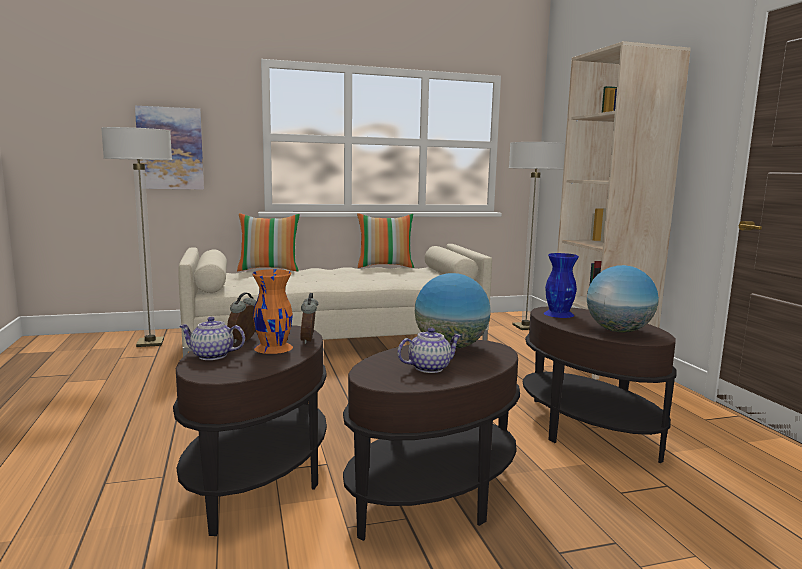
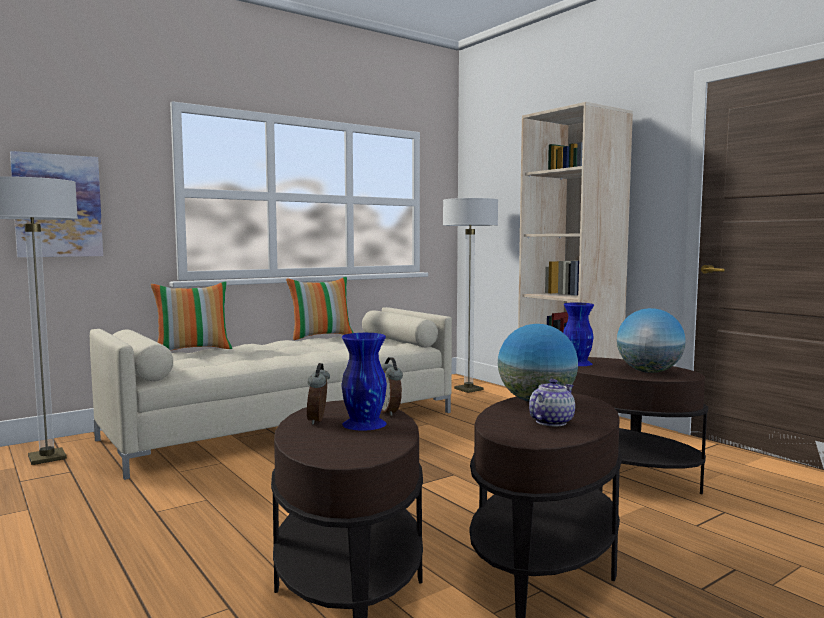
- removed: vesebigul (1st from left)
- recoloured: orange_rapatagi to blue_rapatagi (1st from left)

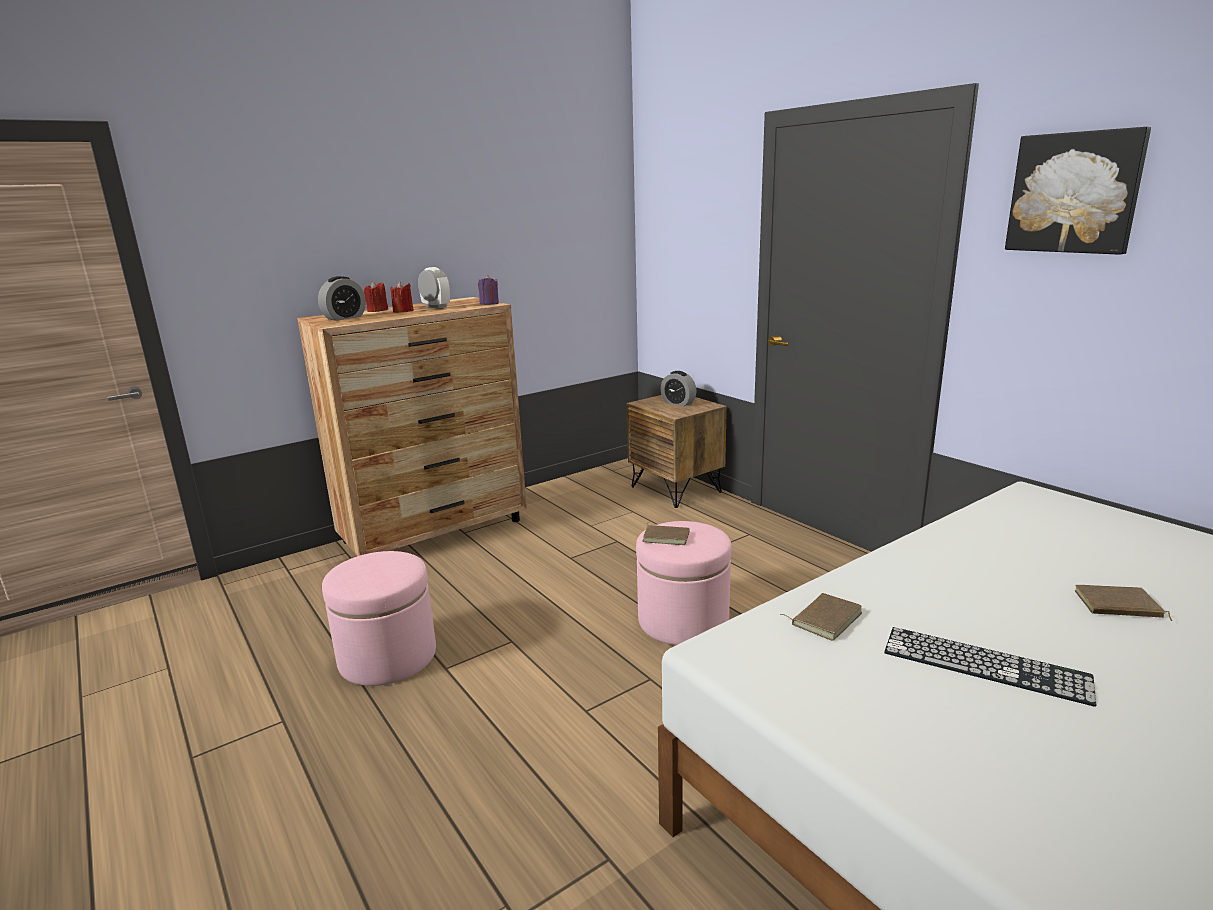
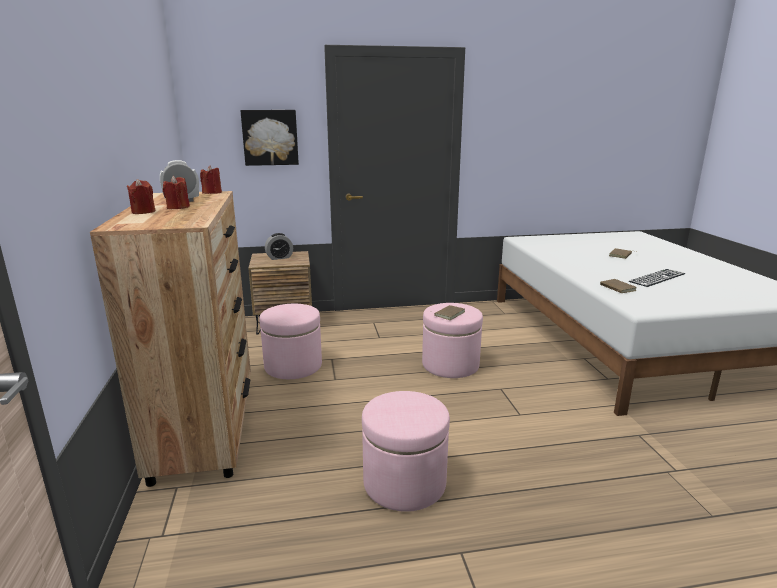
- removed: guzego (1st from left)
- added: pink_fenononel (1st from left)
- moved: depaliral
- recoloured: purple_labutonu to red_labutonu (3rd from left)

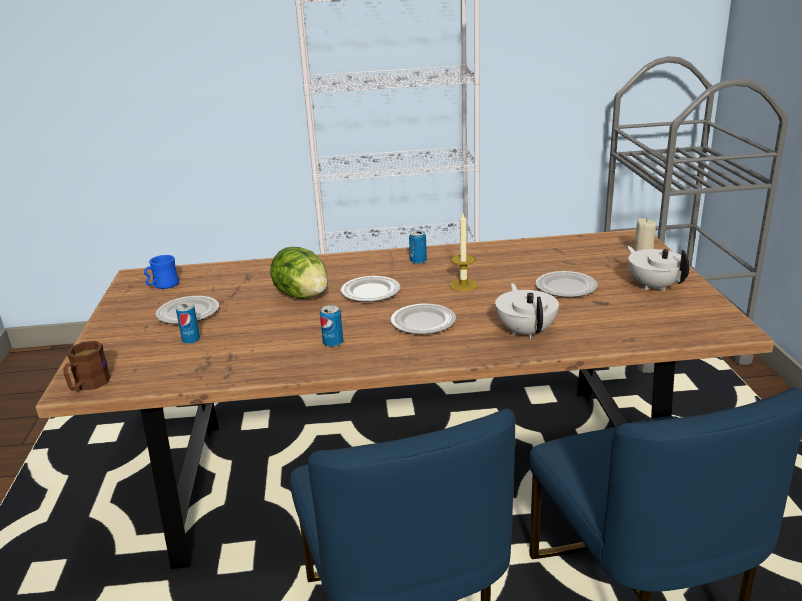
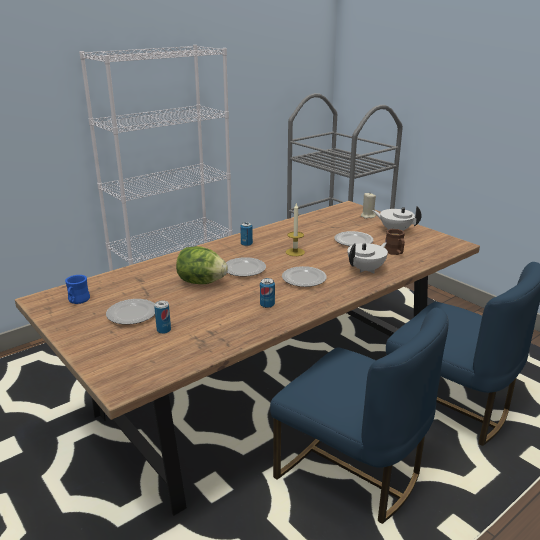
- moved: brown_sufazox
- turned: white_vesebigul (1st from left) 90 degrees clockwise

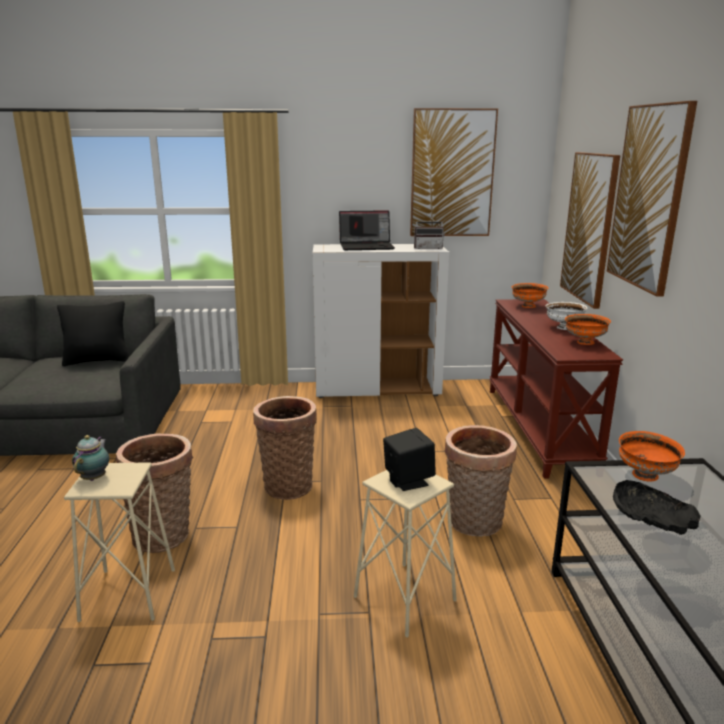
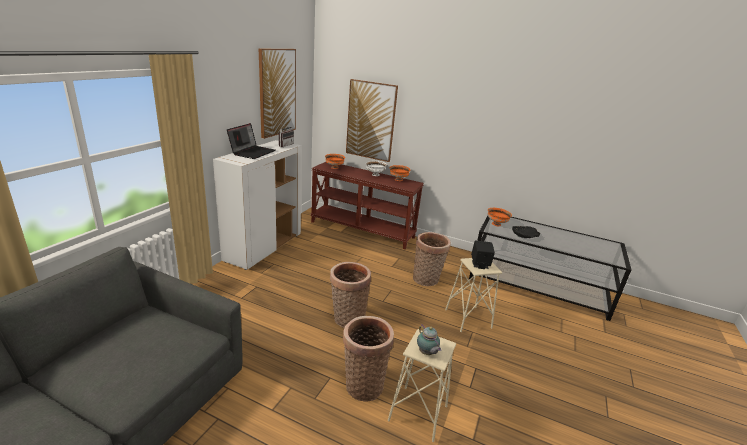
- removed: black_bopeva
- removed: depaliral (3rd from left)
- turned: vesebigul 150 degrees counterclockwise

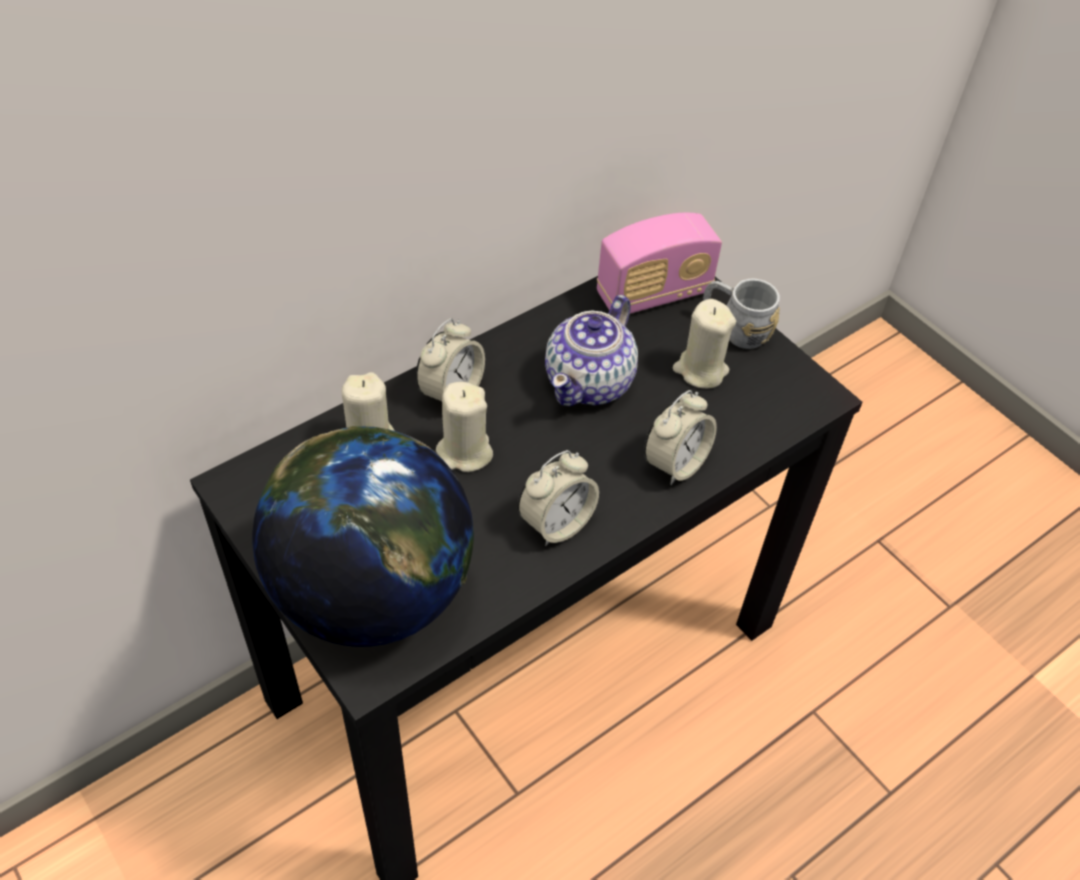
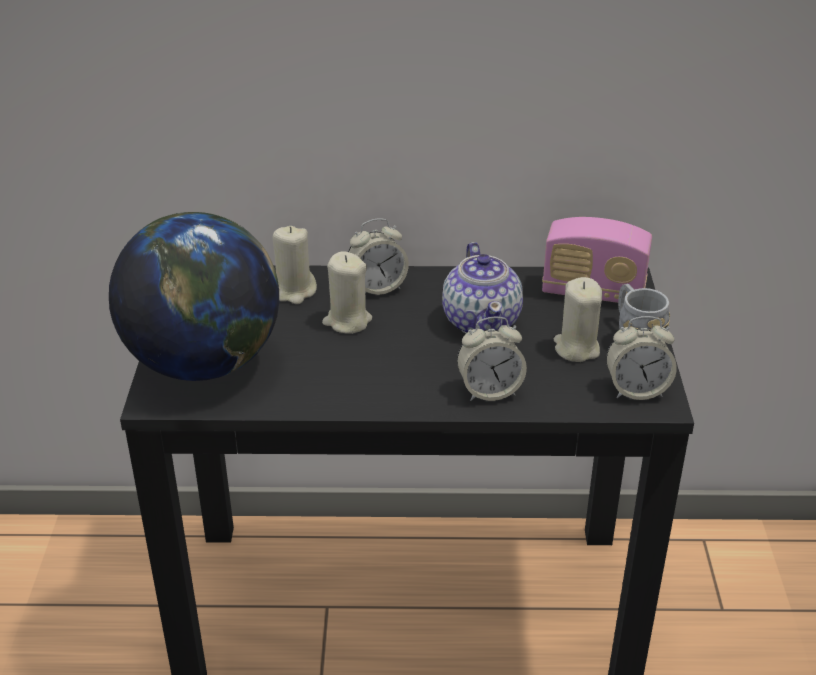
- moved: guzego (2nd from left in the first image) to guzego (3rd from left)
- turned: vesebigul 75 degrees counterclockwise

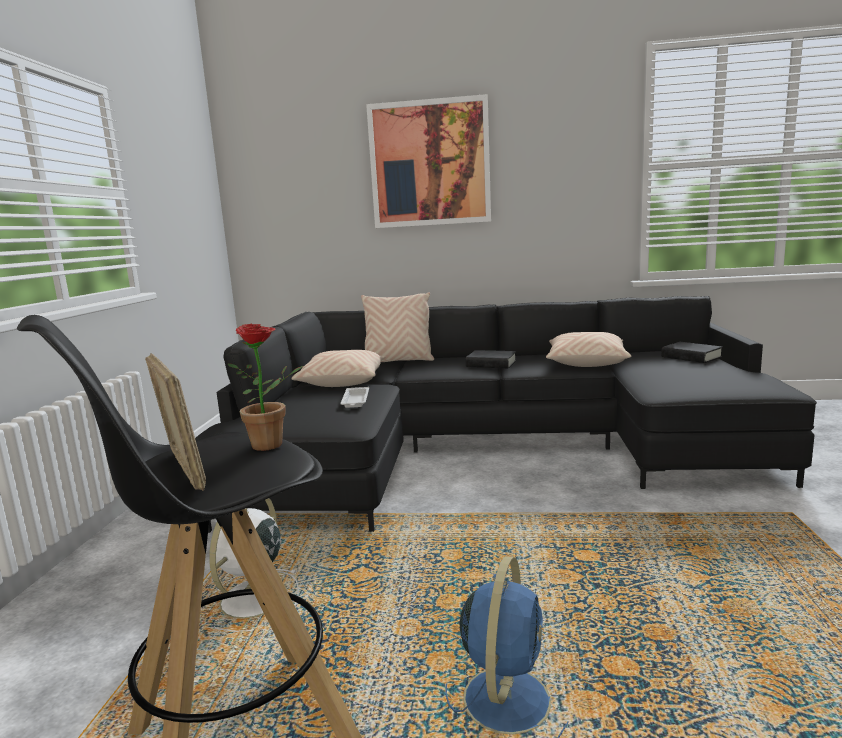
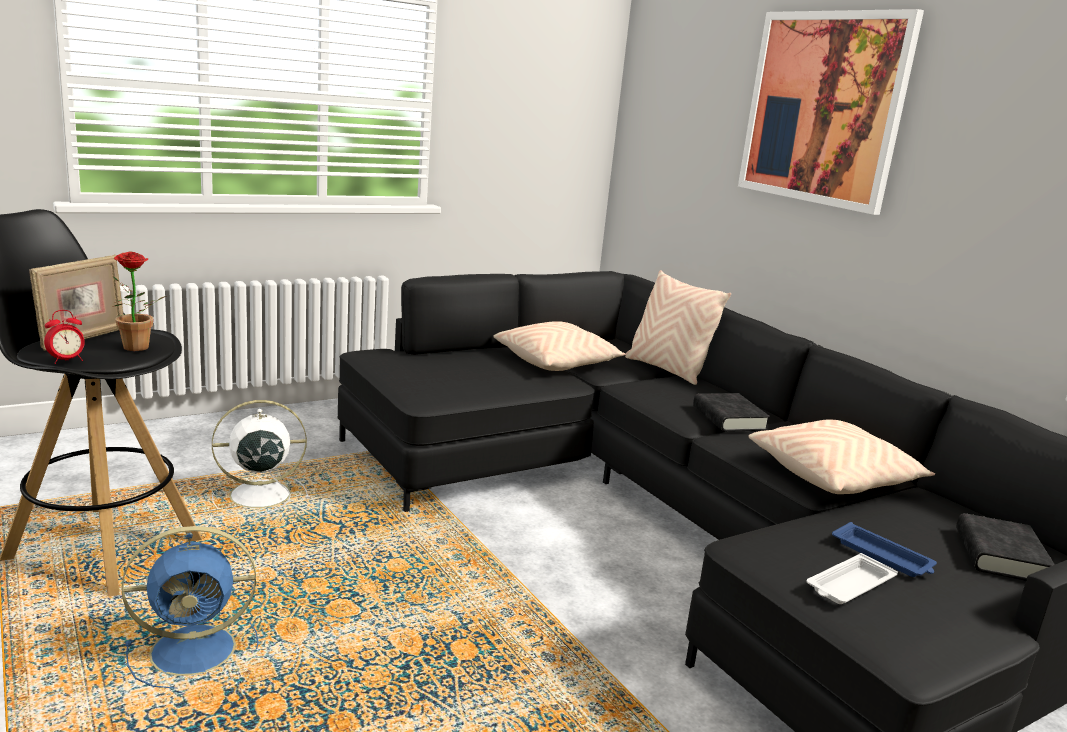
- added: guzego
- added: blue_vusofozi
- moved: white_vusofozi

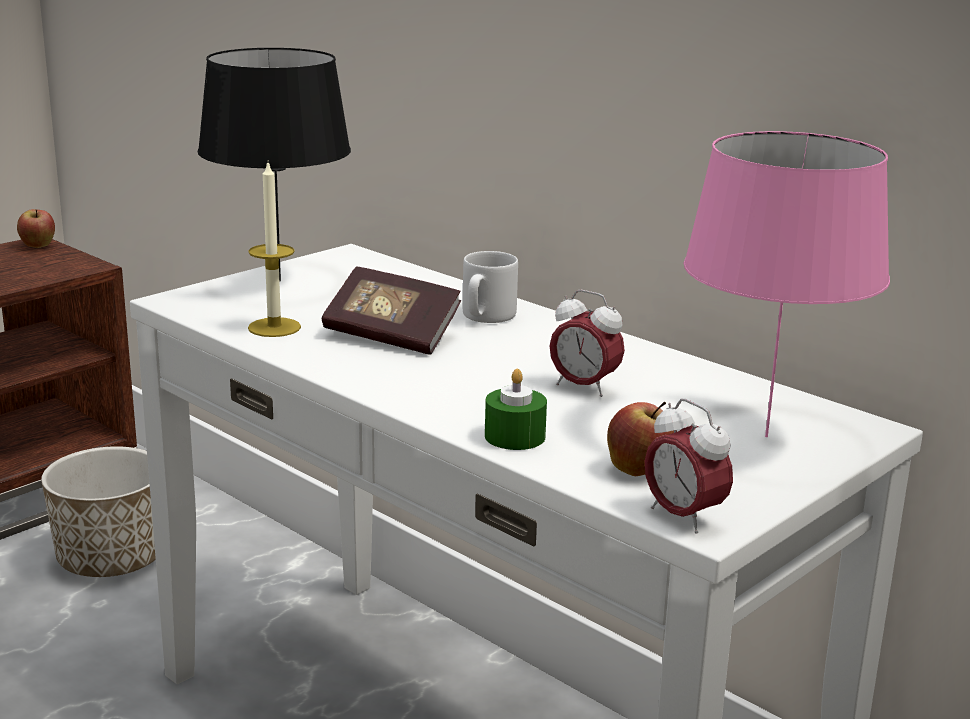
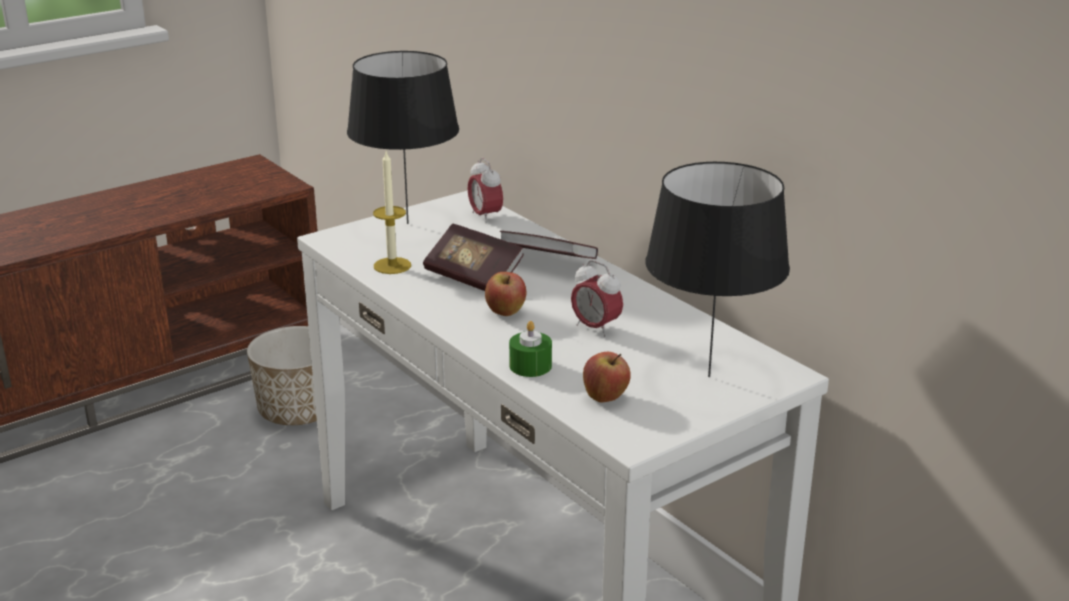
- moved: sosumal (1st from left)
- moved: guzego (2nd from left in the first image) to guzego (1st from left)
- replaced: grey_sufazox to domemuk (2nd from left)
- recoloured: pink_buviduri to black_buviduri (2nd from left)

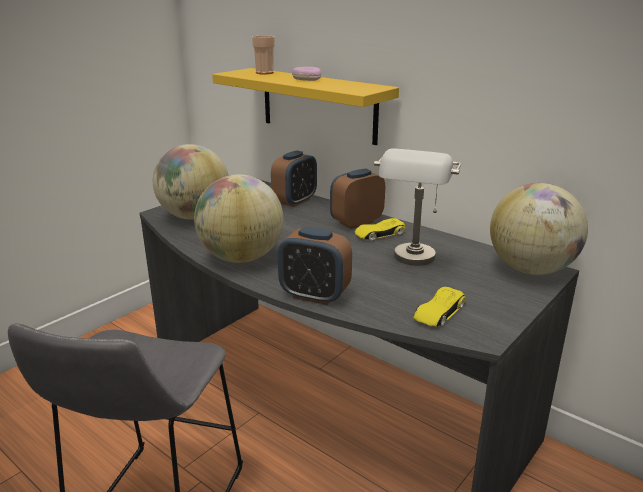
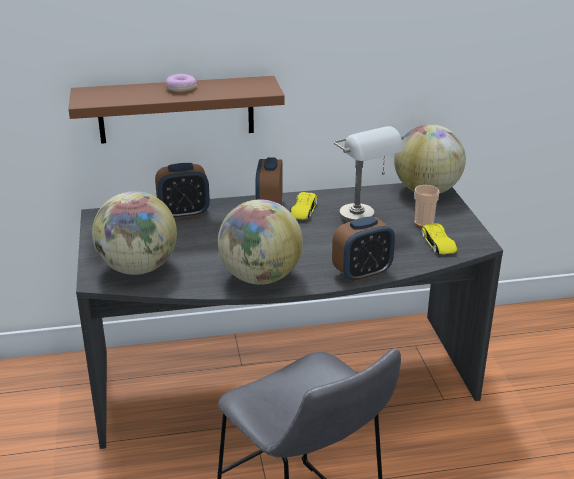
- moved: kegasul
- recoloured: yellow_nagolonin to brown_nagolonin
- turned: guzego (1st from left) 90 degrees clockwise

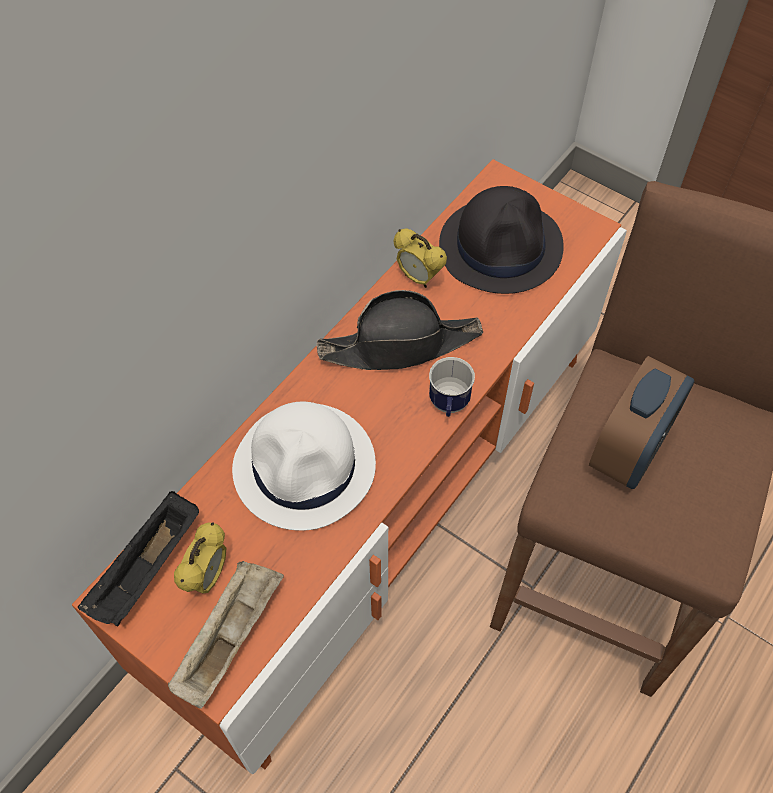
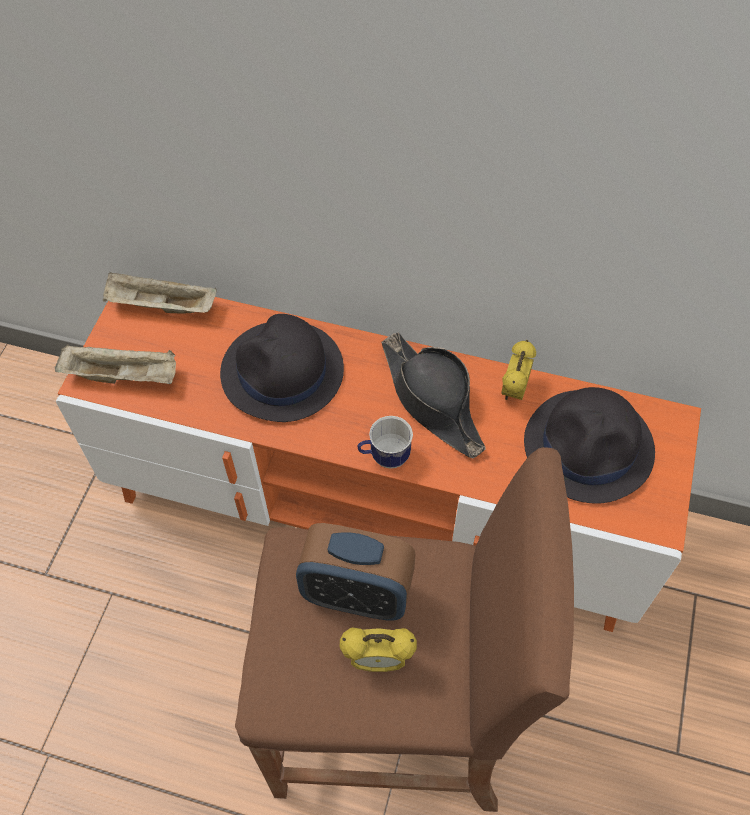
- moved: guzego (1st from left in the first image) to guzego (2nd from left)
- recoloured: black_vusofozi to beige_vusofozi (2nd from left)
- recoloured: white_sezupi to black_sezupi (1st from left)

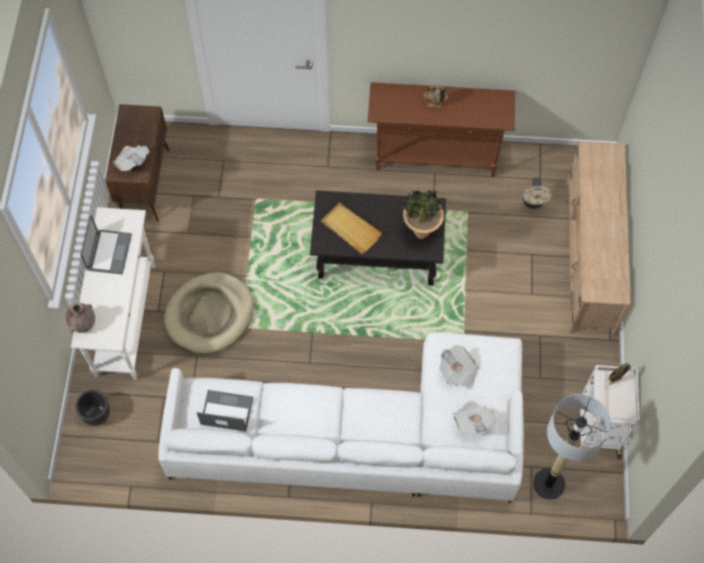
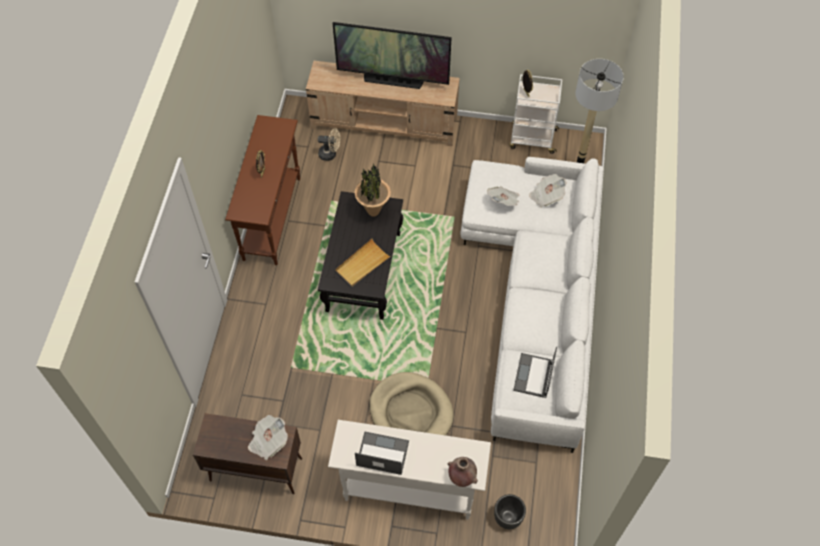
- added: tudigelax

